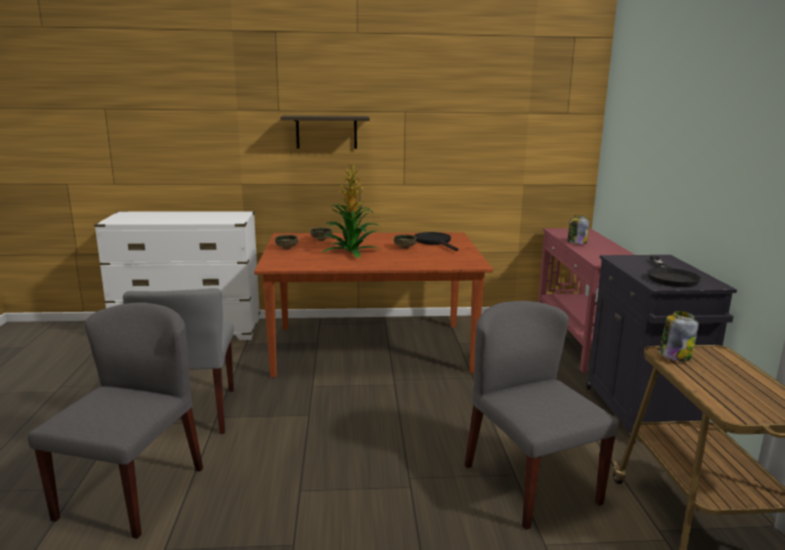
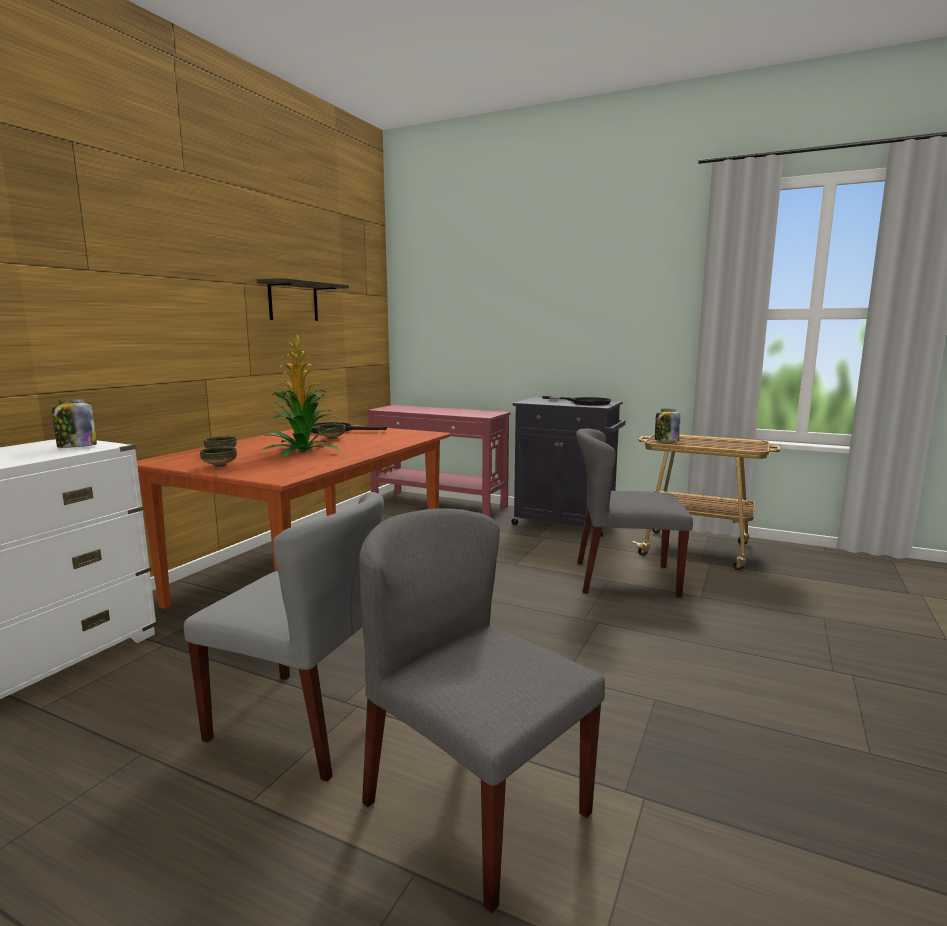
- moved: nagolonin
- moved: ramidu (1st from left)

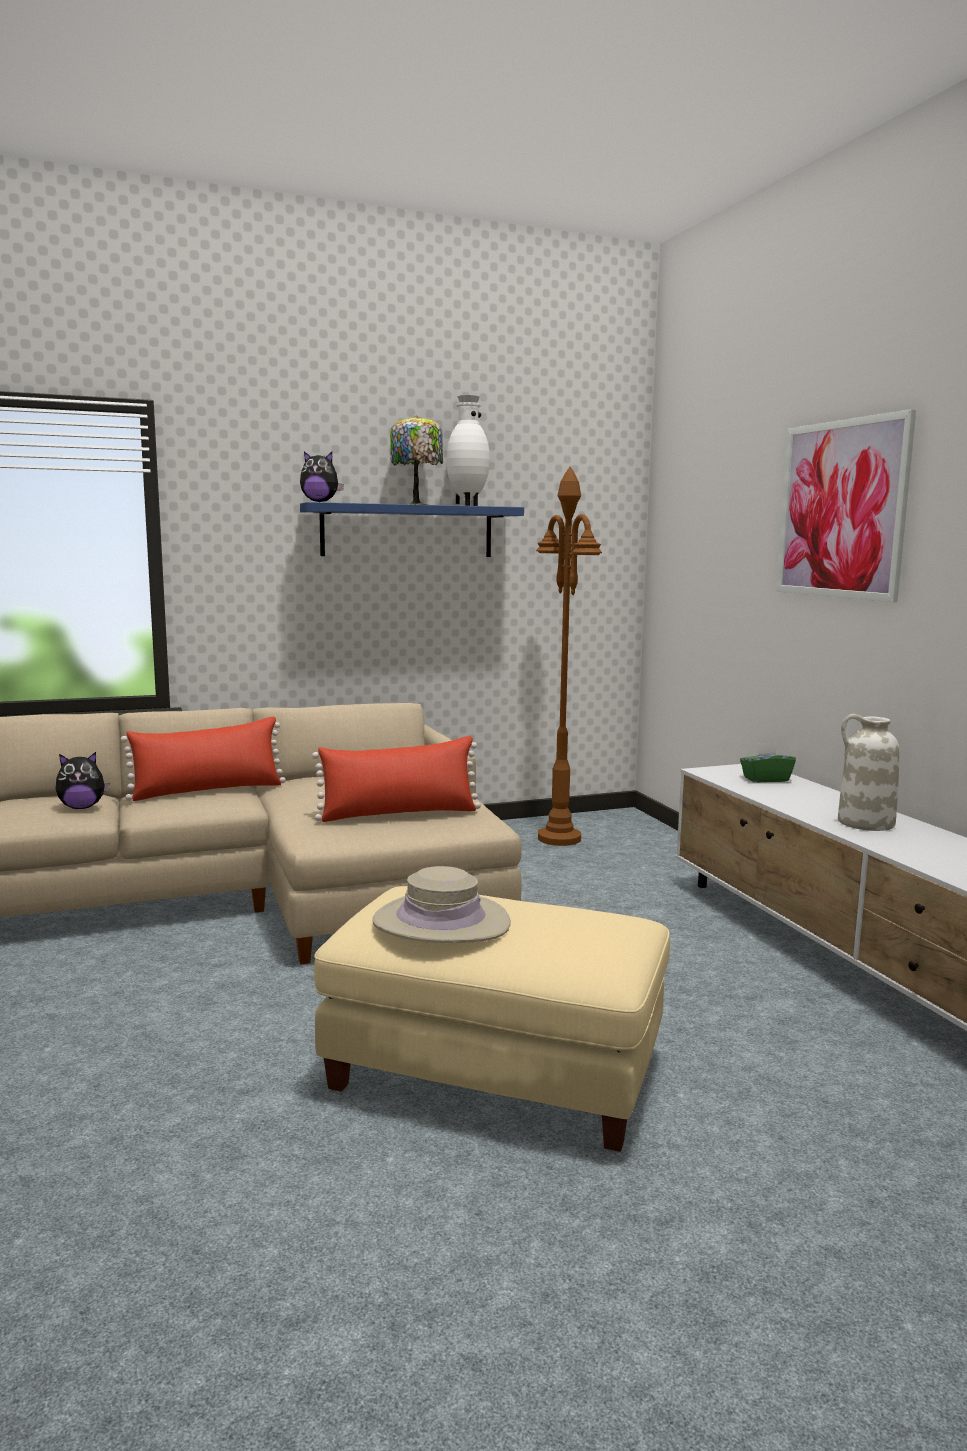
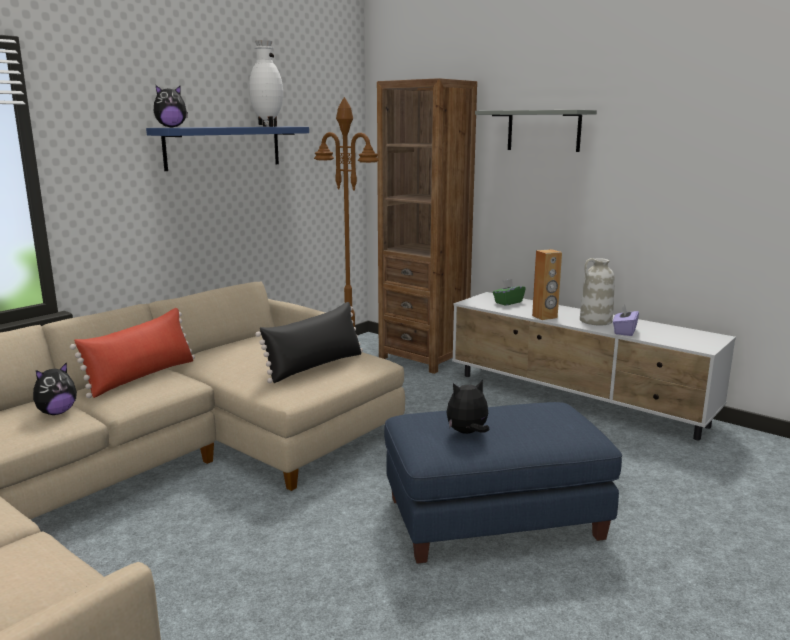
- removed: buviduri
- added: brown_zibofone
- added: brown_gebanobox
- added: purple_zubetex
- replaced: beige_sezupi to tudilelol (3rd from left)
- replaced: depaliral to grey_nagolonin
- recoloured: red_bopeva (2nd from left) to black_bopeva
- recoloured: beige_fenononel to blue_fenononel

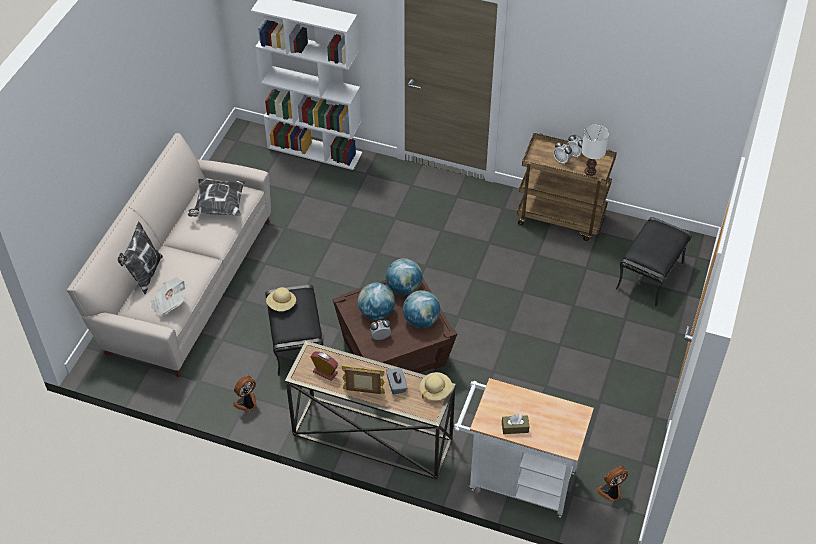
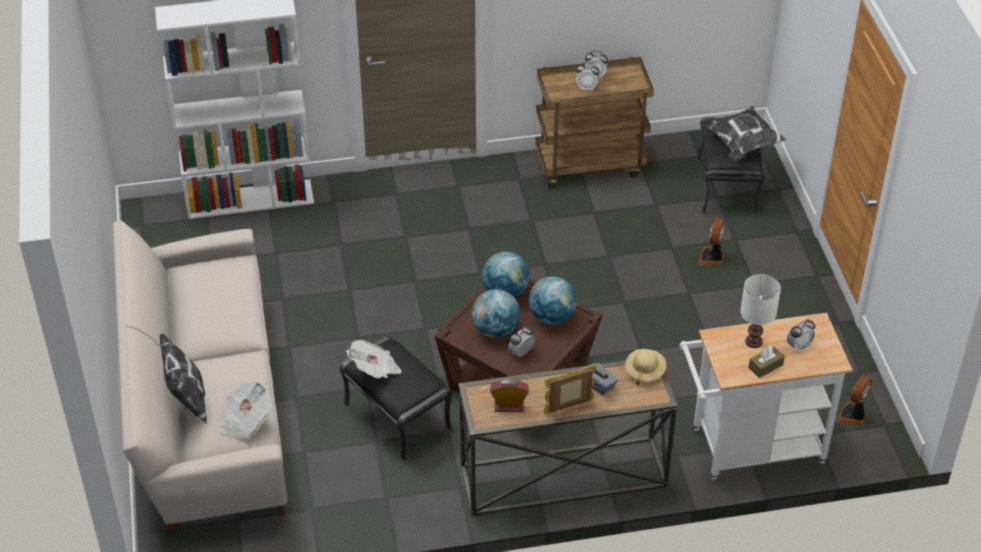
- added: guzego (5th from left)
- moved: bopeva (2nd from left)
- moved: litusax (1st from left)
- moved: white_buviduri
- replaced: beige_sezupi (1st from left) to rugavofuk (2nd from left)

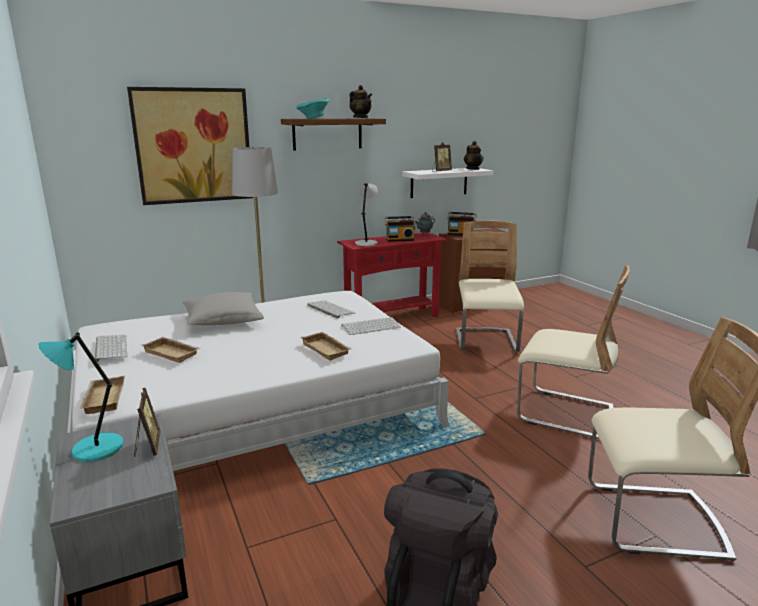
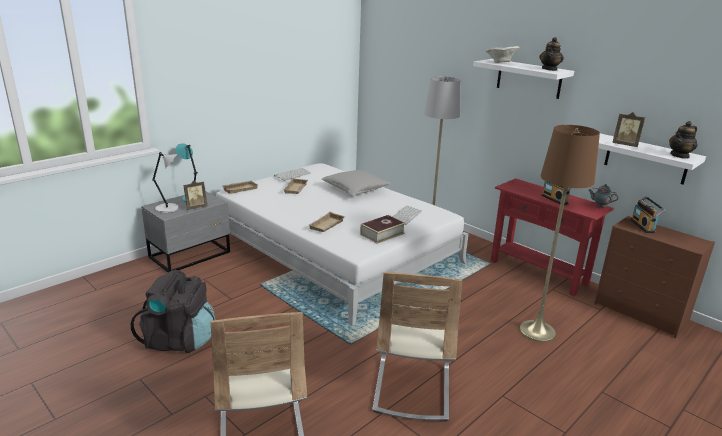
- removed: depaliral
- moved: grey_buviduri
- replaced: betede (3rd from left) to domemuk
- replaced: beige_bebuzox (1st from left) to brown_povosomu
- recoloured: brown_nagolonin to white_nagolonin (1st from left)
- recoloured: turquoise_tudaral to beige_tudaral

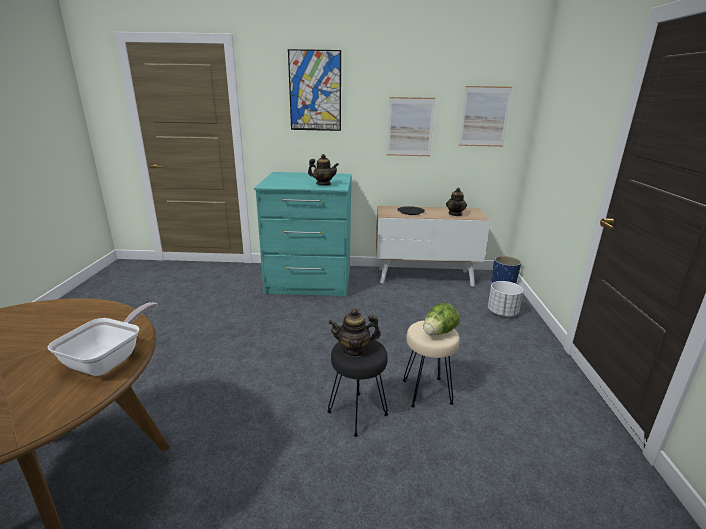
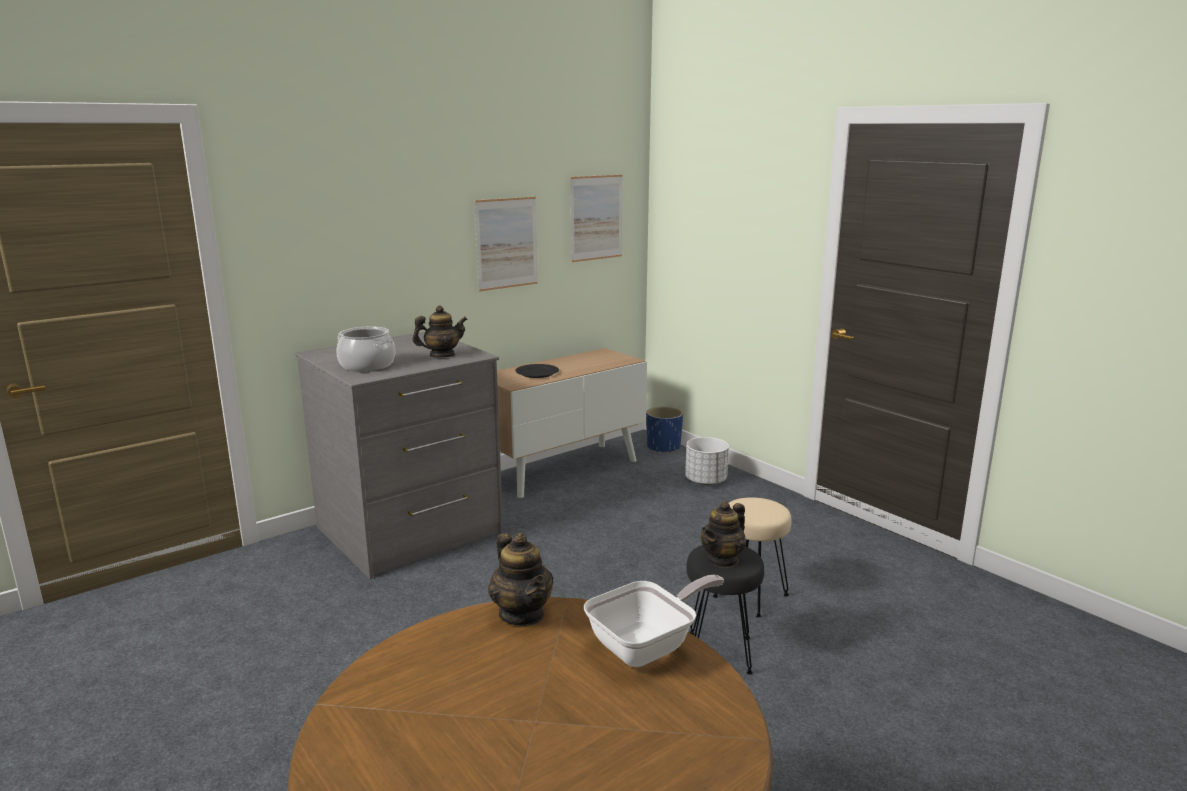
- removed: depaliral (1st from left)
- removed: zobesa
- added: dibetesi
- moved: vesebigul (3rd from left in the first image) to vesebigul (2nd from left)
- recoloured: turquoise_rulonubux to grey_rulonubux
- turned: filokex 75 degrees clockwise

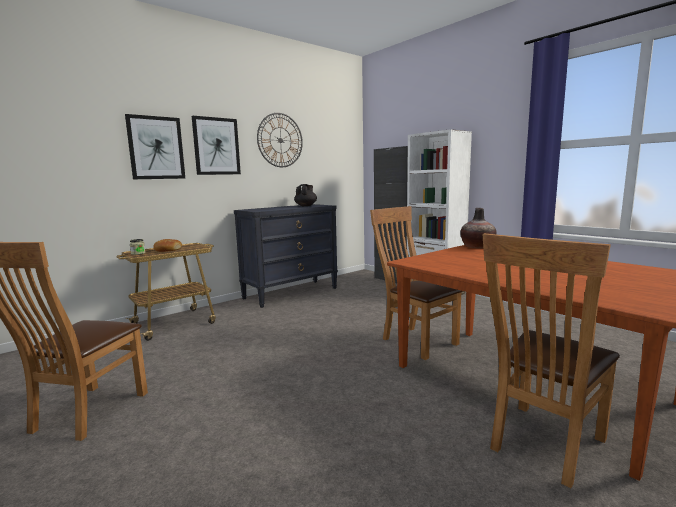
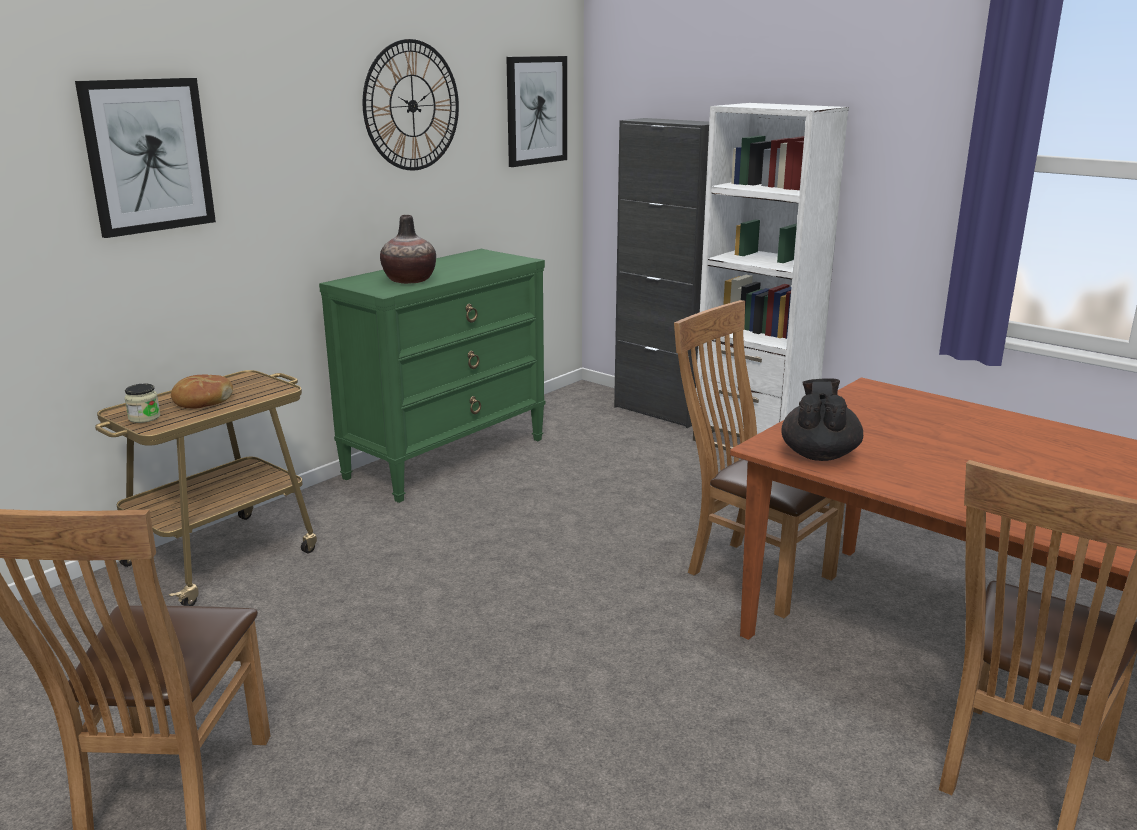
- moved: depaliral (2nd from left)
- moved: black_vesebigul
- moved: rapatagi
- recoloured: black_rulonubux to green_rulonubux

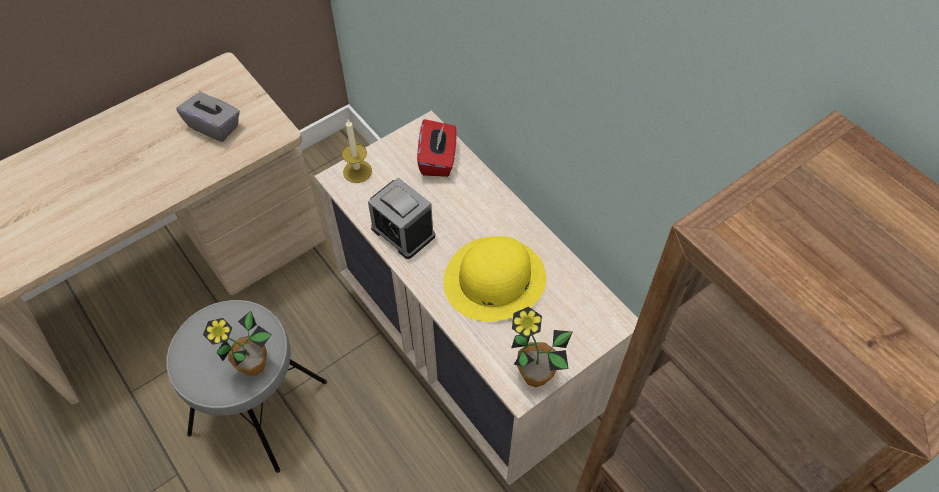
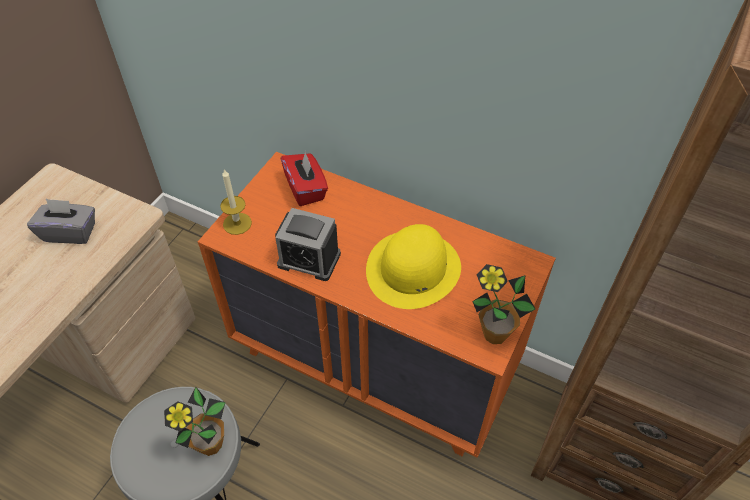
- recoloured: beige_rulonubux to orange_rulonubux

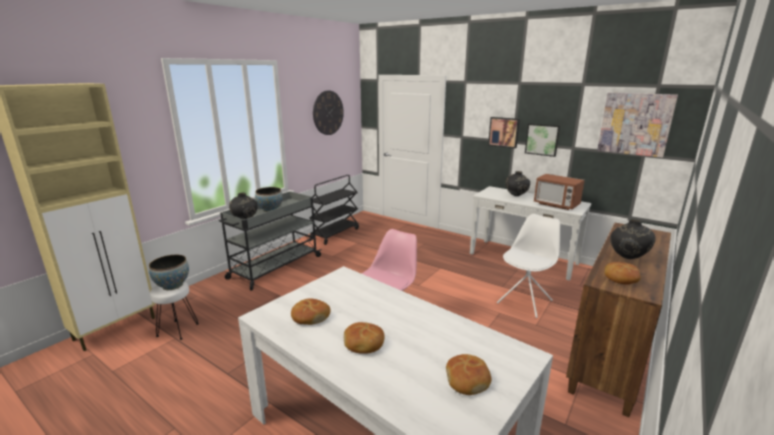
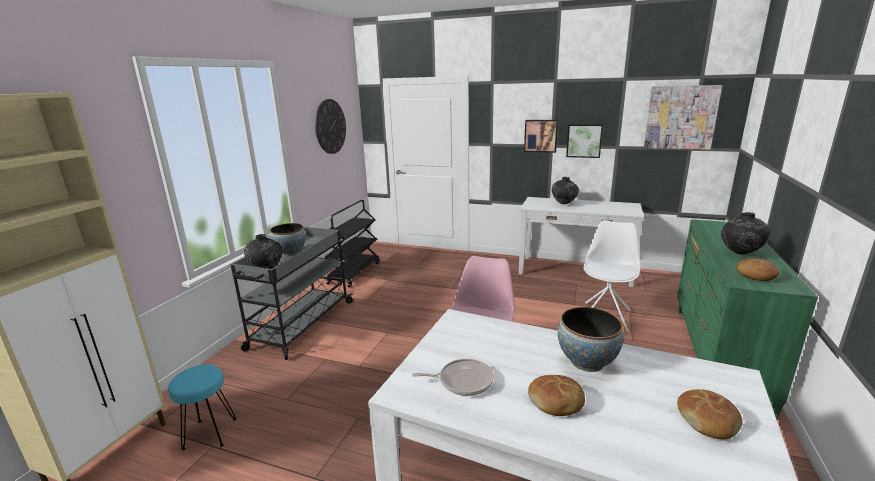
- removed: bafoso
- moved: tudaral (1st from left in the first image) to tudaral (2nd from left)
- replaced: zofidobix (1st from left) to filokex
- recoloured: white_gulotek to turquoise_gulotek
- recoloured: brown_rulonubux to green_rulonubux

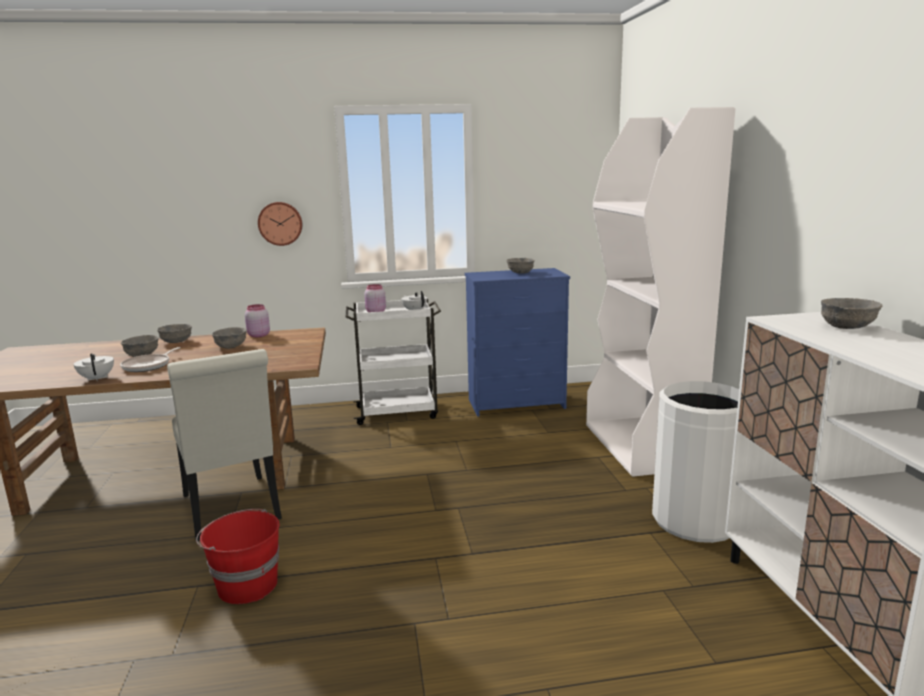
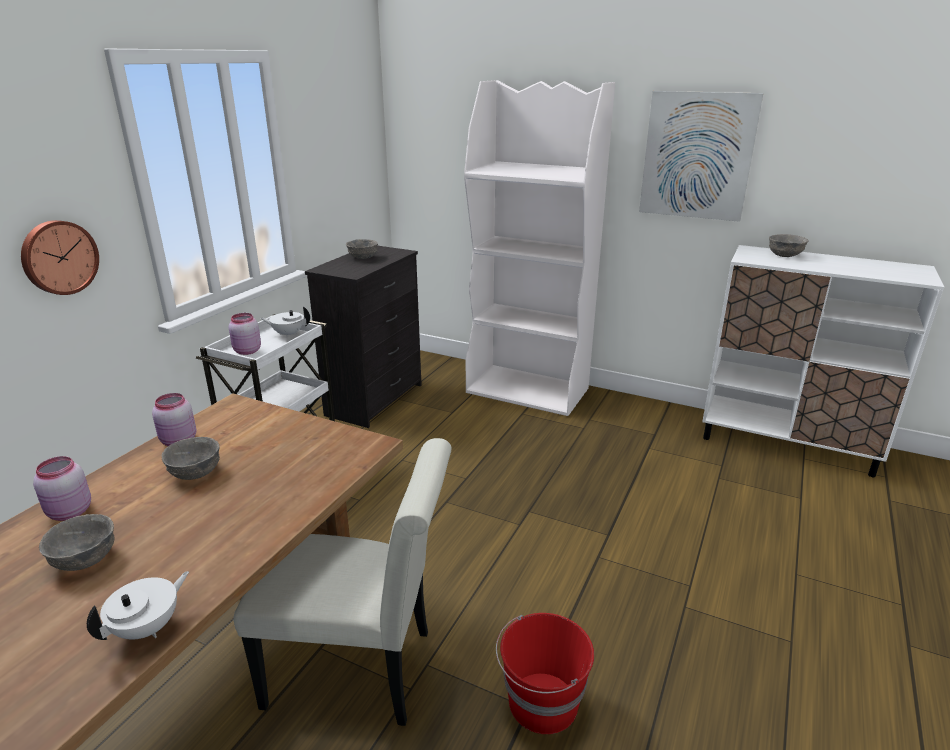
- removed: filokex
- removed: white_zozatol
- added: depaliral
- replaced: grey_tudaral (2nd from left) to pink_ramidu (1st from left)
- recoloured: blue_rulonubux to black_rulonubux
- turned: white_vesebigul (1st from left) 120 degrees clockwise

